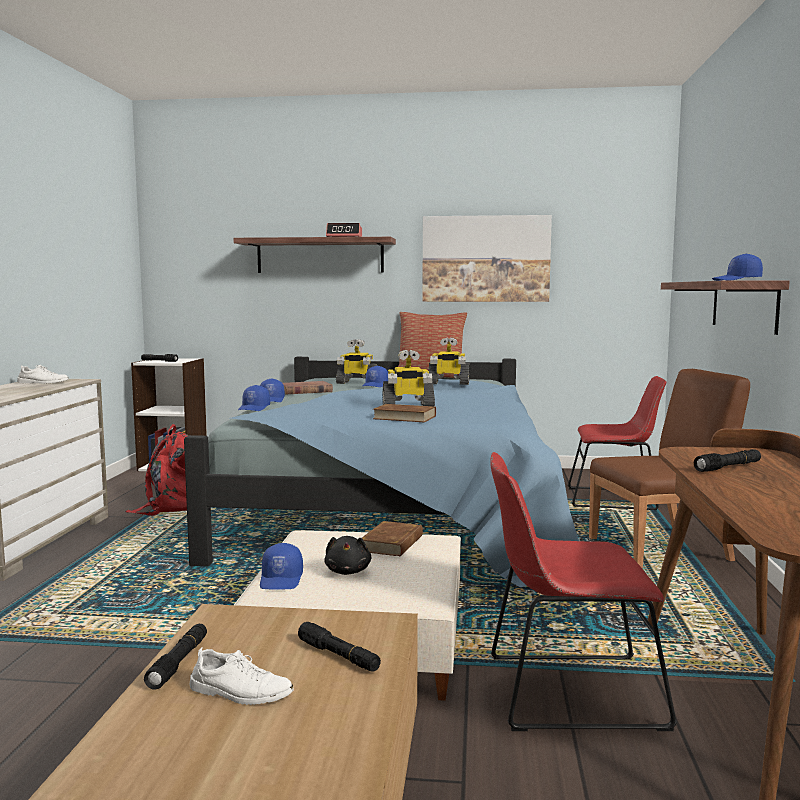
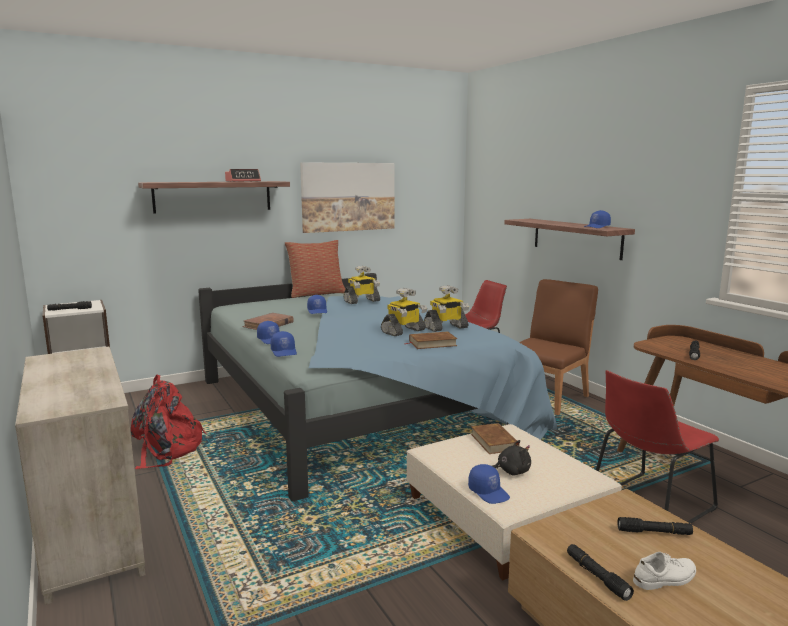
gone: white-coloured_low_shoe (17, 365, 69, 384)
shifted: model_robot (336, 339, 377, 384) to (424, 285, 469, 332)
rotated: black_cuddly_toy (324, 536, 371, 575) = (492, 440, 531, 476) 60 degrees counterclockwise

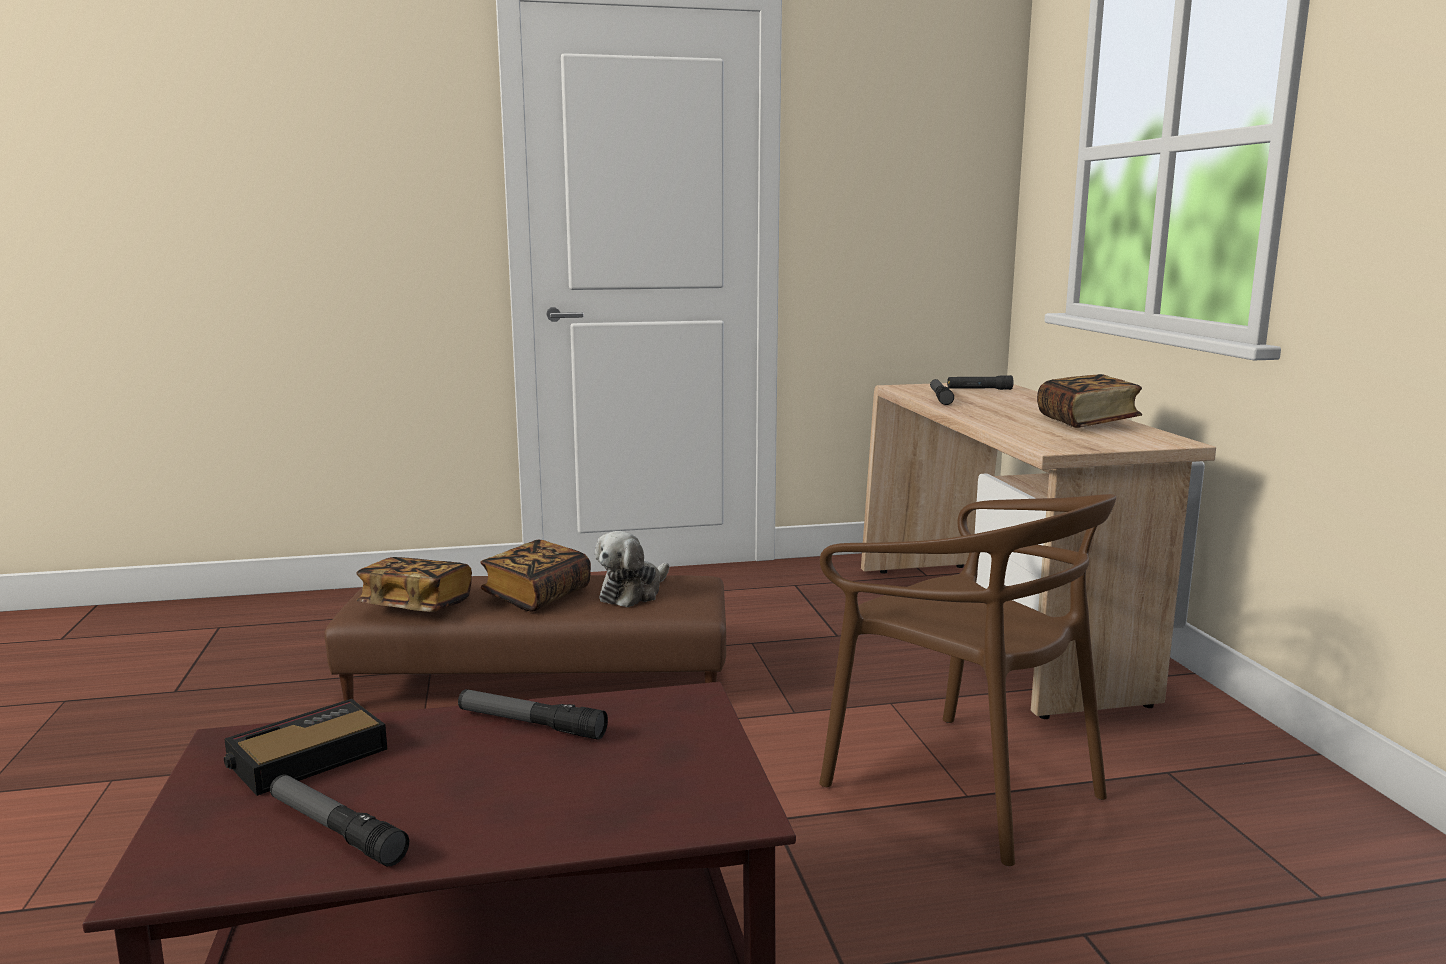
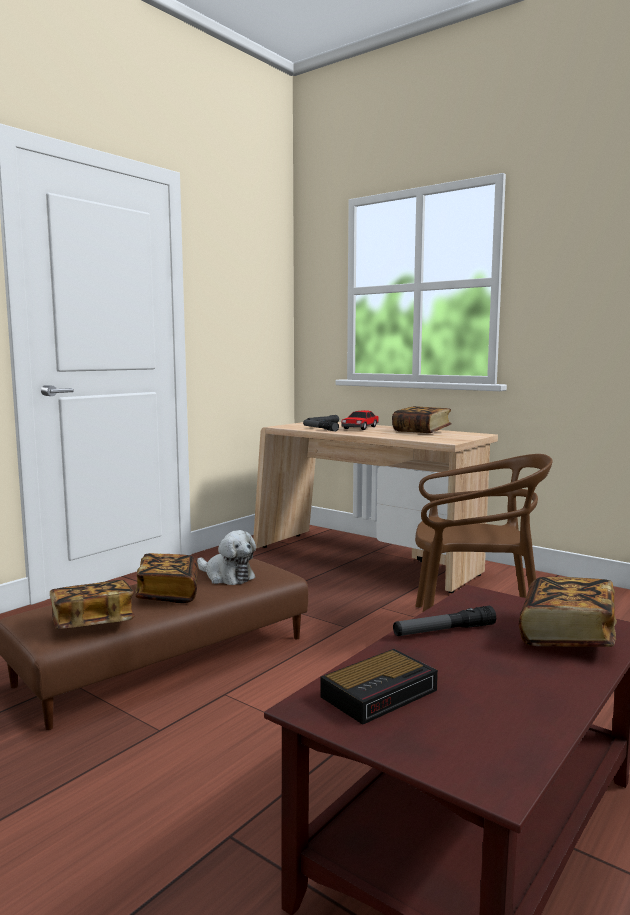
gone: hand_torch (270, 775, 409, 866)
new: model_car (341, 410, 379, 430); volume (519, 577, 617, 647)
rotated: cuddly_toy (595, 531, 669, 607) = (197, 530, 256, 585) 45 degrees counterclockwise; alarm_clock (224, 699, 387, 796) = (321, 649, 438, 725) 135 degrees counterclockwise

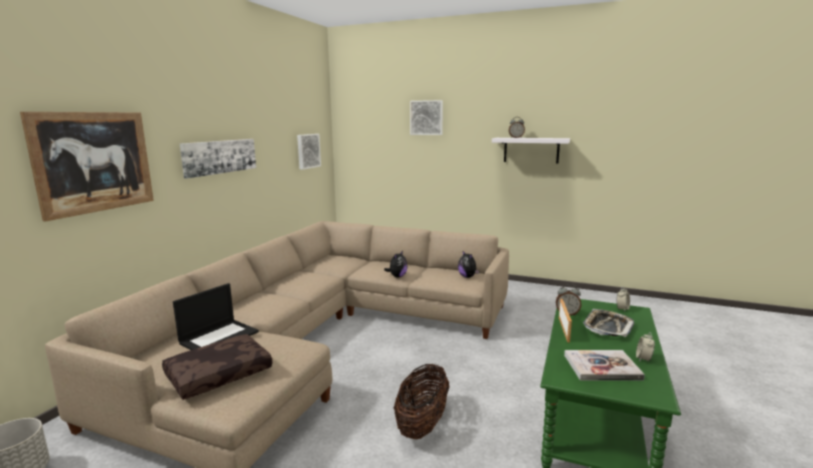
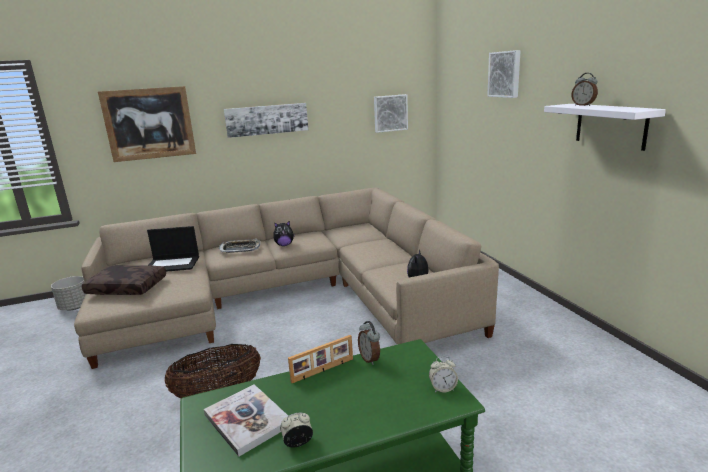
shifted: cuddly_toy (384, 251, 407, 277) to (273, 221, 295, 246); tray (583, 309, 634, 337) to (218, 239, 261, 253)

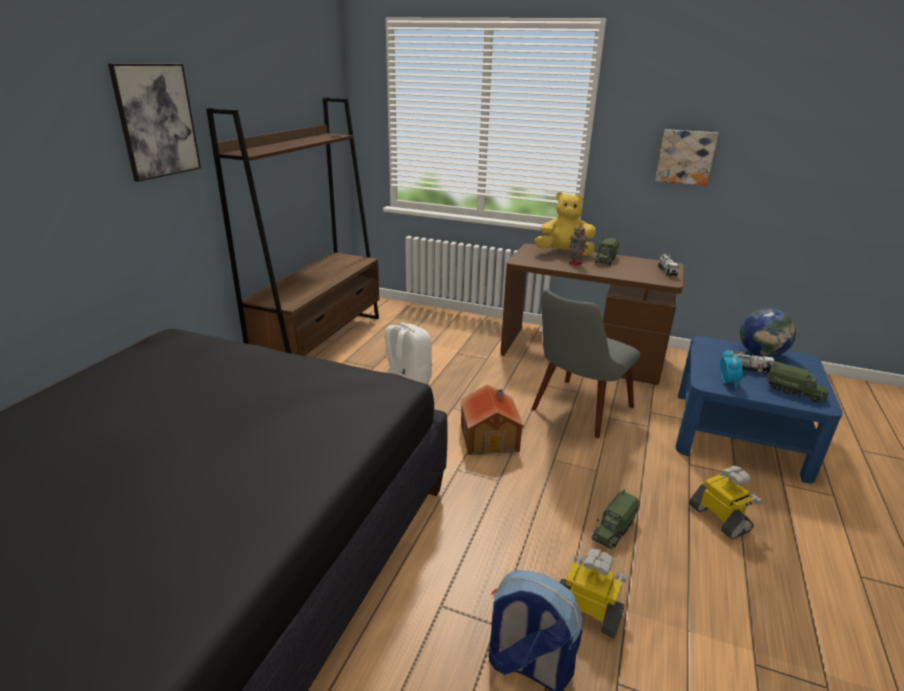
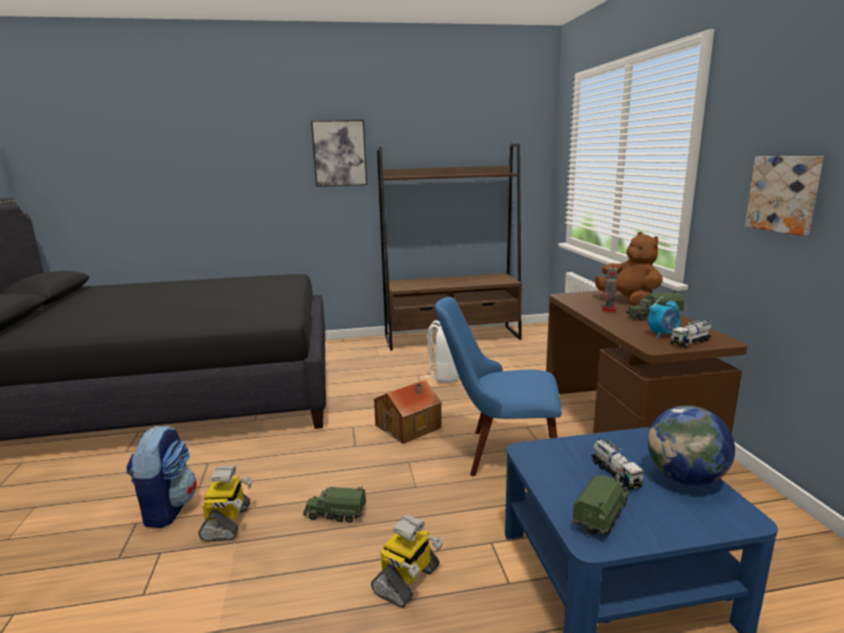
shifted: alarm_clock (720, 350, 743, 388) to (648, 297, 680, 338)
repainted: yellow-coloured_cuddly_toy (535, 192, 596, 256) to brown-coloured_cuddly_toy (595, 232, 663, 306); greyish_plain_chair (532, 290, 640, 438) to bluish_plain_chair (435, 297, 561, 476)
rotated: toy_lorry (766, 361, 828, 402) = (572, 475, 629, 536) 150 degrees counterclockwise

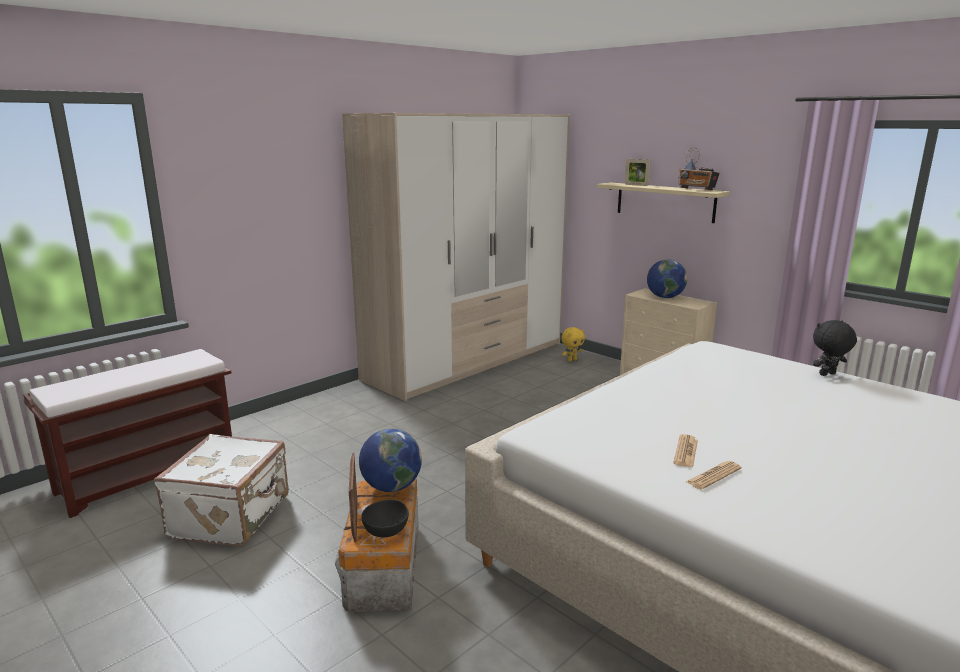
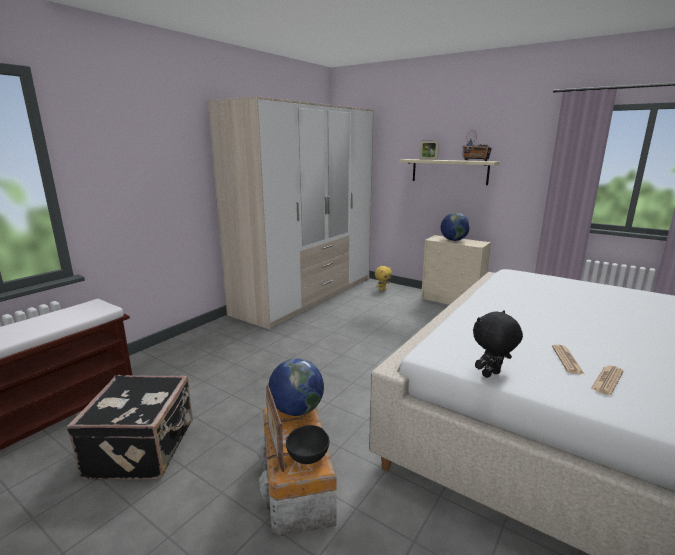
shifted: black_cuddly_toy (813, 320, 857, 376) to (473, 310, 523, 378)
repainted: white-coloured_travel_case (154, 434, 289, 546) to black_travel_case (67, 375, 193, 480)

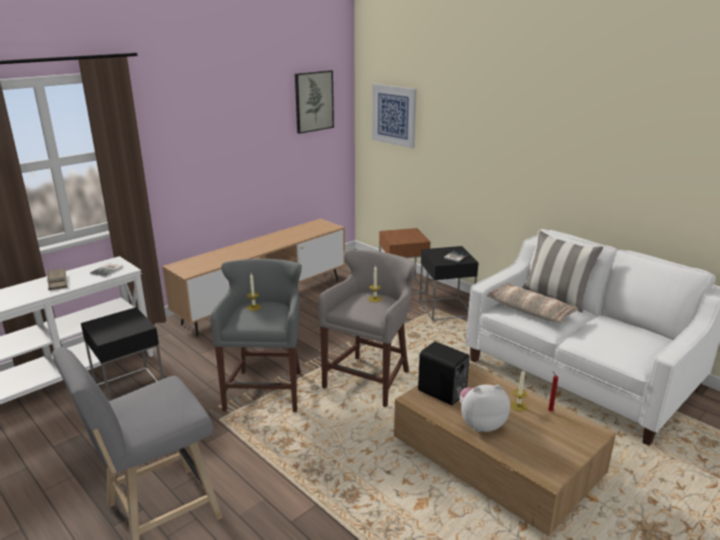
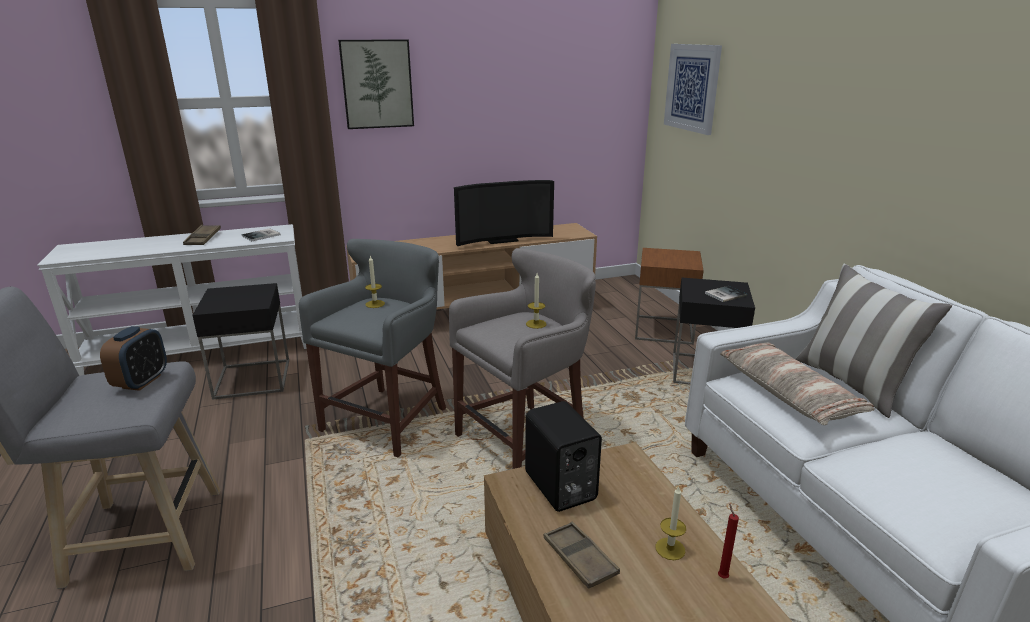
new: television (454, 180, 554, 246); alarm_clock (100, 326, 167, 391)
shifted: wall_art (295, 70, 334, 134) to (338, 39, 414, 129)
swapped: cuddly_toy (460, 384, 510, 432) to brown-coloured_tray (544, 522, 620, 589)

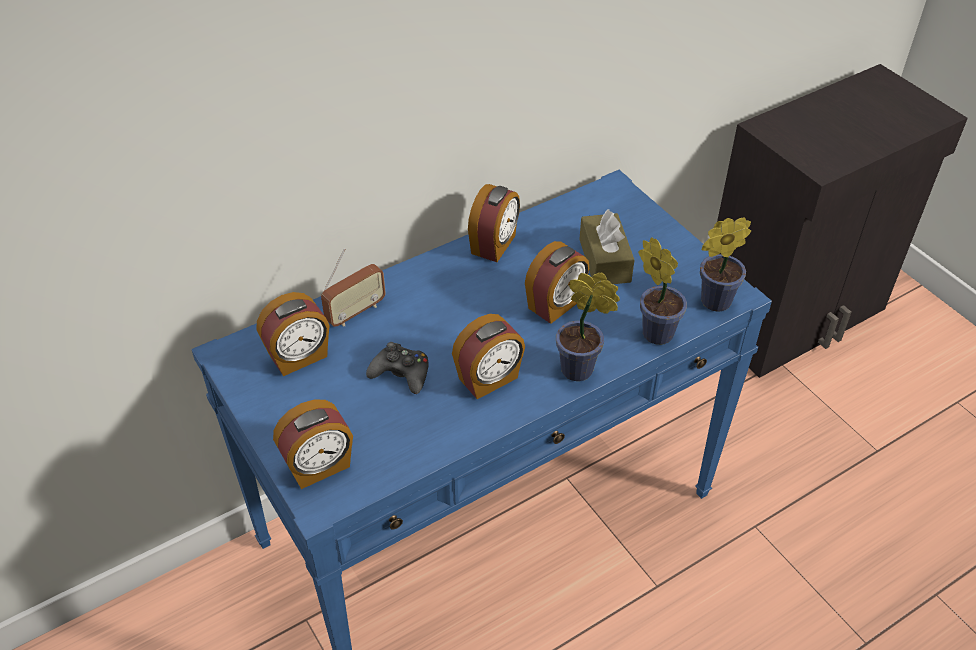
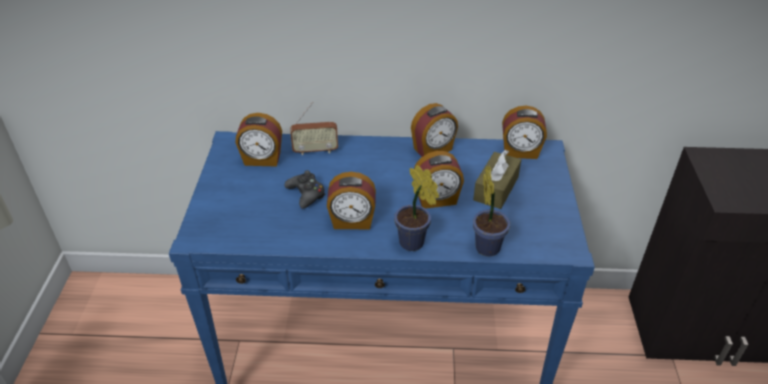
gone: potted_plant (700, 217, 751, 312)
shifted: alarm_clock (273, 399, 353, 489) to (502, 106, 547, 159)

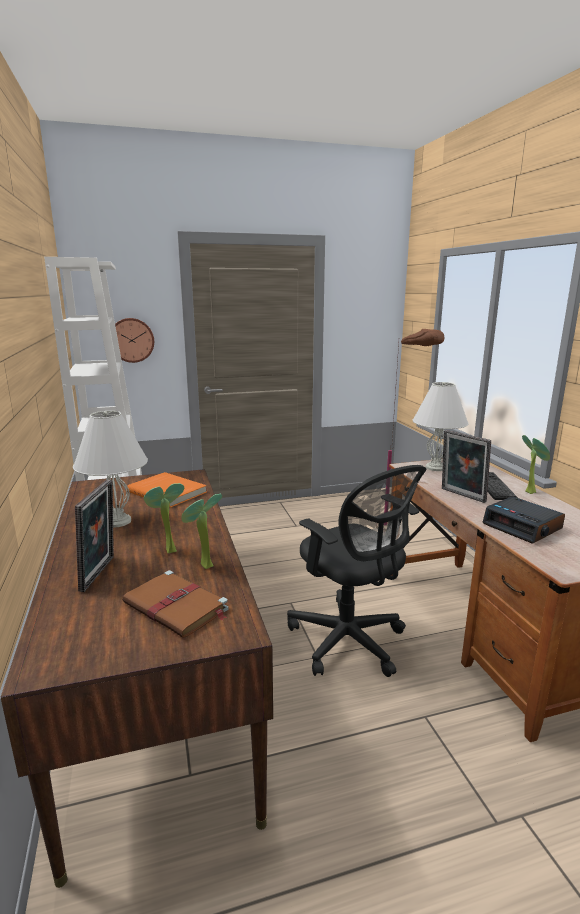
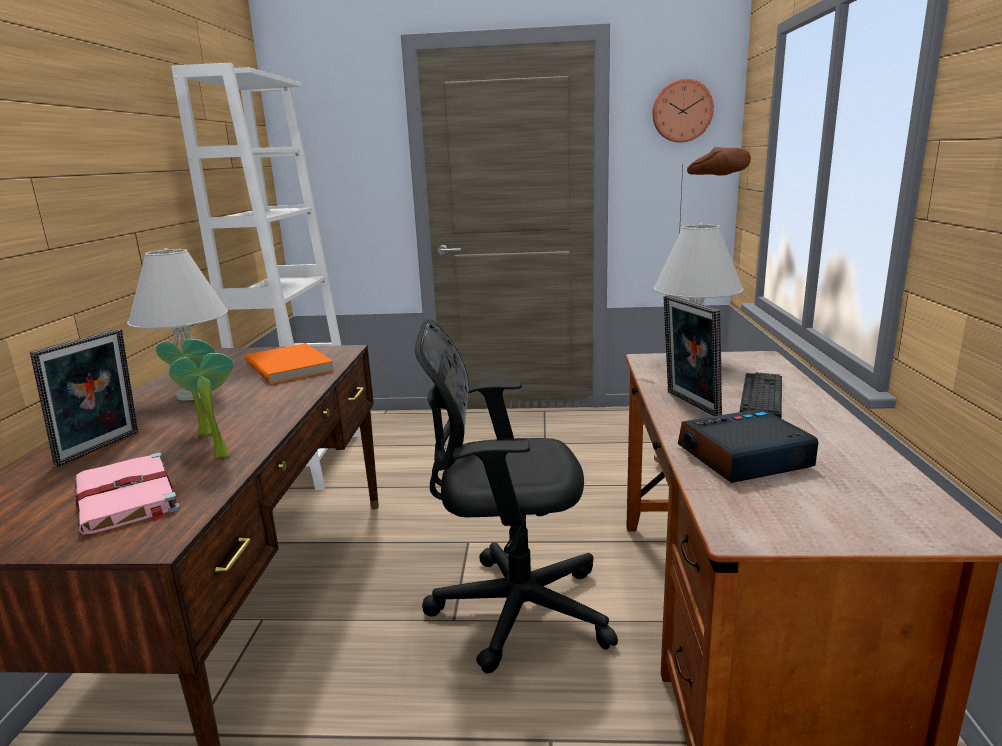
gone: potted_plant (522, 435, 550, 494)
shifted: clock_on_the_wall (115, 318, 154, 363) to (652, 79, 714, 142)
repainted: brown-coloured_volume (122, 570, 228, 638) to pink-coloured_volume (75, 452, 180, 535)
rotated: black_computer_chair (287, 465, 426, 677) = (415, 319, 618, 673) 105 degrees clockwise; alarm_clock (483, 496, 565, 544) = (678, 408, 818, 483) 90 degrees clockwise

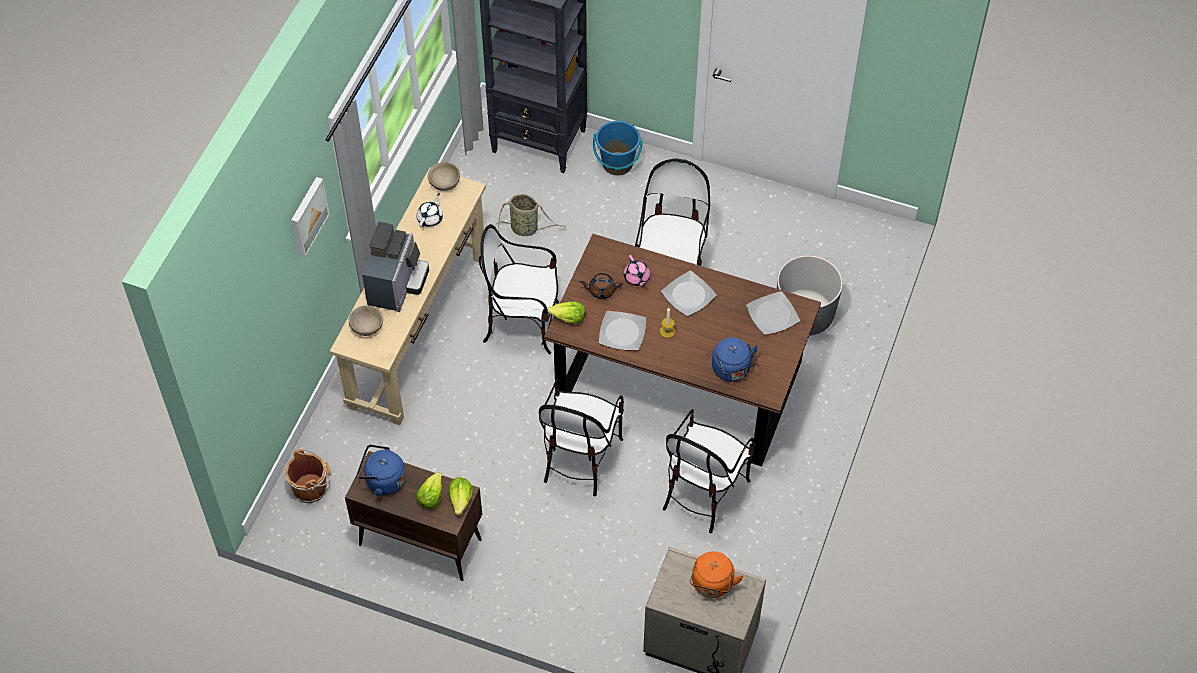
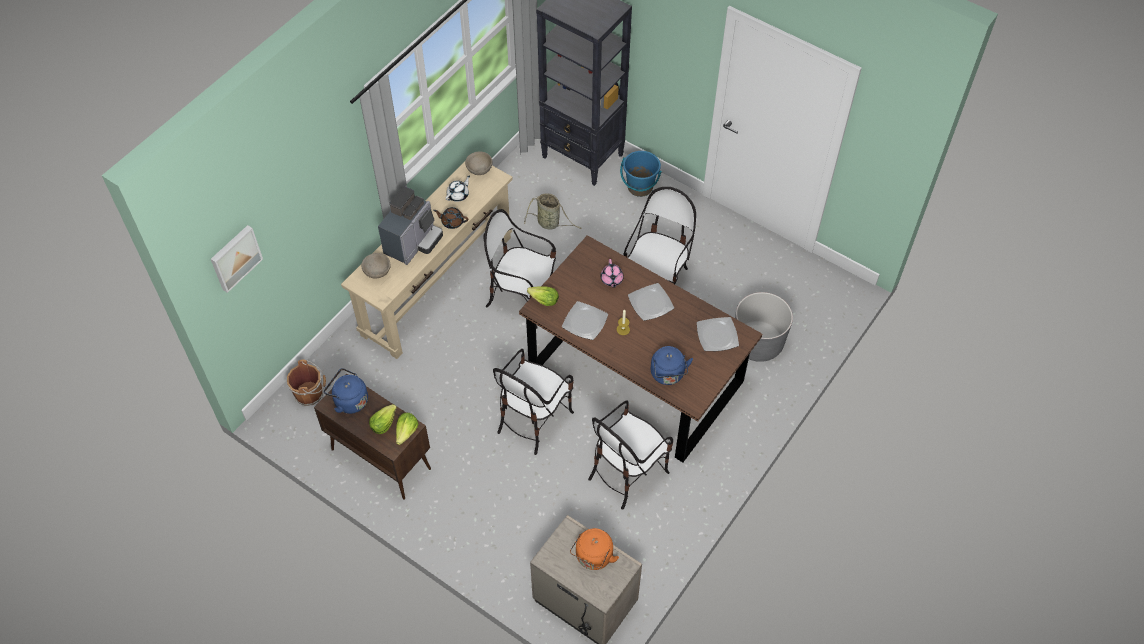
shifted: wall_art (291, 177, 330, 257) to (211, 225, 263, 293); brown-coloured_pot_for_tea (579, 273, 622, 299) to (433, 207, 468, 229)

